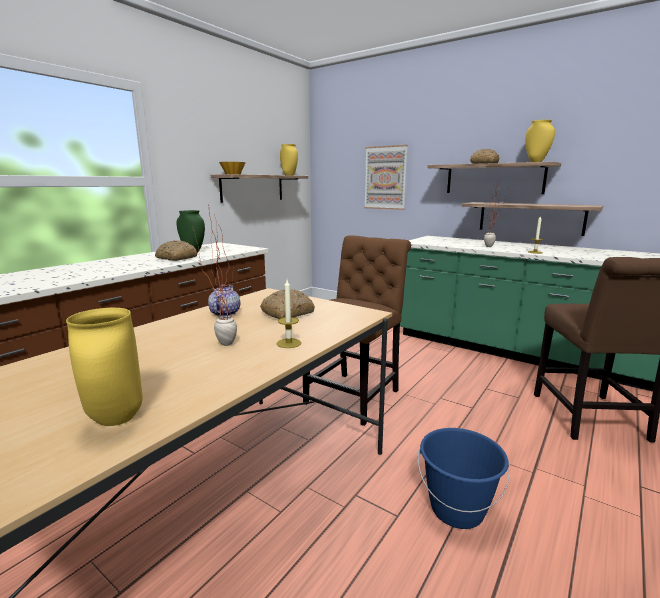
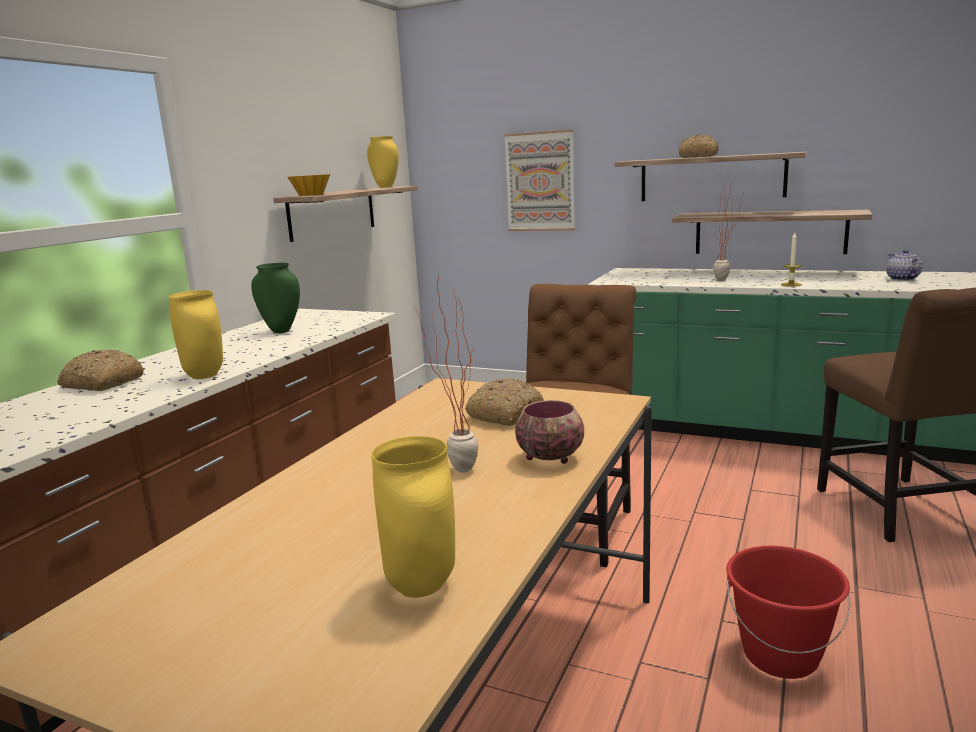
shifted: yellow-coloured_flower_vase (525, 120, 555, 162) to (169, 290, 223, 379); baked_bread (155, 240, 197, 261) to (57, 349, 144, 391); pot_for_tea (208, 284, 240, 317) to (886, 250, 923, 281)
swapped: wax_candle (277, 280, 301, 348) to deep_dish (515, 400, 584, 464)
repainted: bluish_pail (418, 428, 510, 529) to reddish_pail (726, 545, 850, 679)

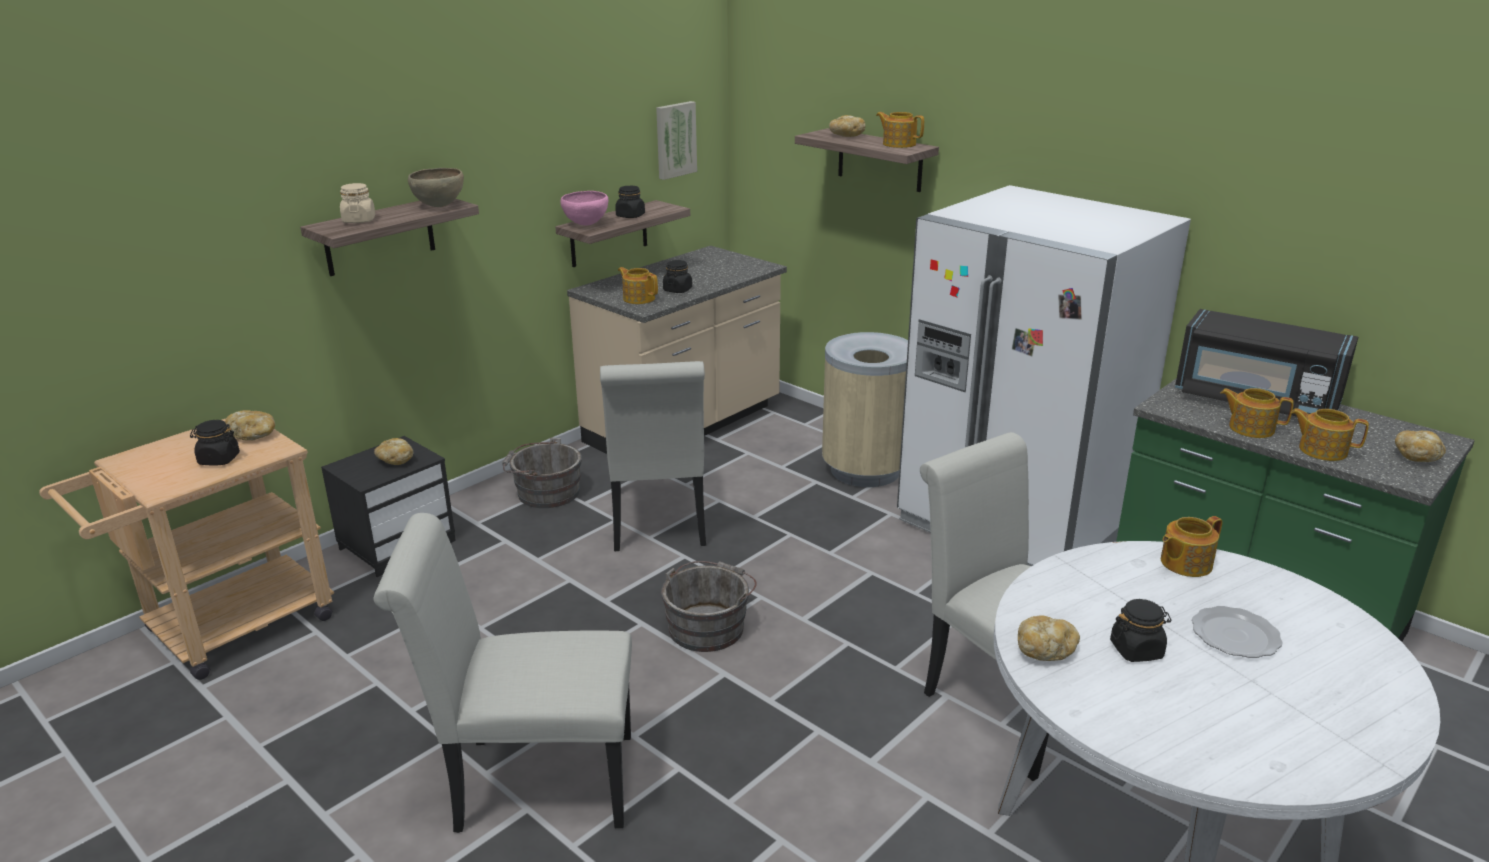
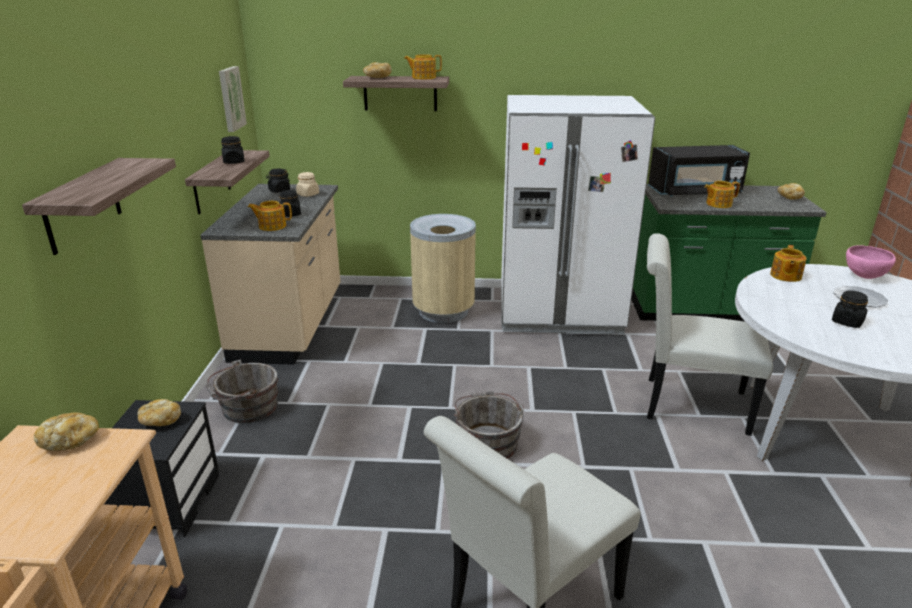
gone: brown-coloured_deep_dish (408, 168, 464, 207); white-coloured_plain_chair (600, 361, 706, 551); pot_for_tea (1291, 408, 1369, 461); baked_bread (1018, 615, 1080, 661)
shifted: beige_preserve_jar (340, 183, 375, 223) to (296, 172, 319, 197); pink-coloured_deep_dish (561, 191, 608, 226) to (846, 245, 896, 279); black_preserve_jar (190, 420, 240, 466) to (266, 169, 290, 193)

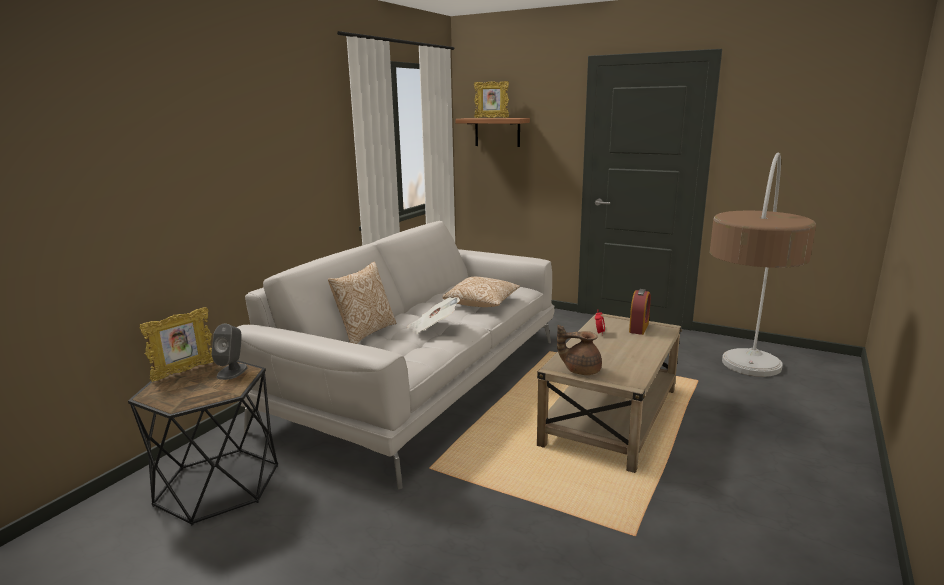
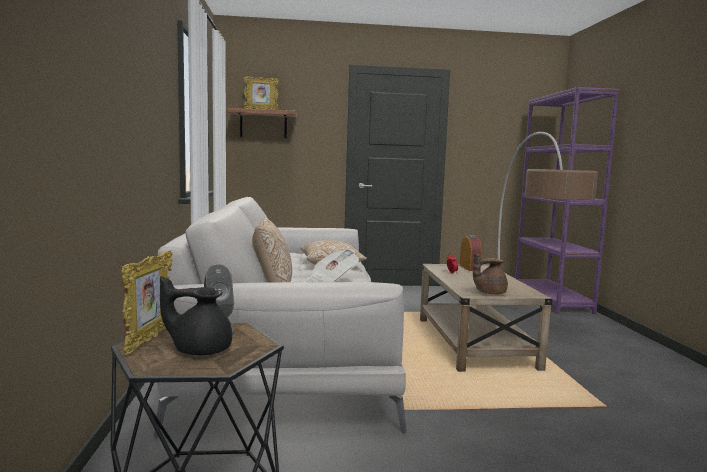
new: purple_bookshelf (515, 87, 620, 314); black_pot_for_tea (160, 276, 232, 355)

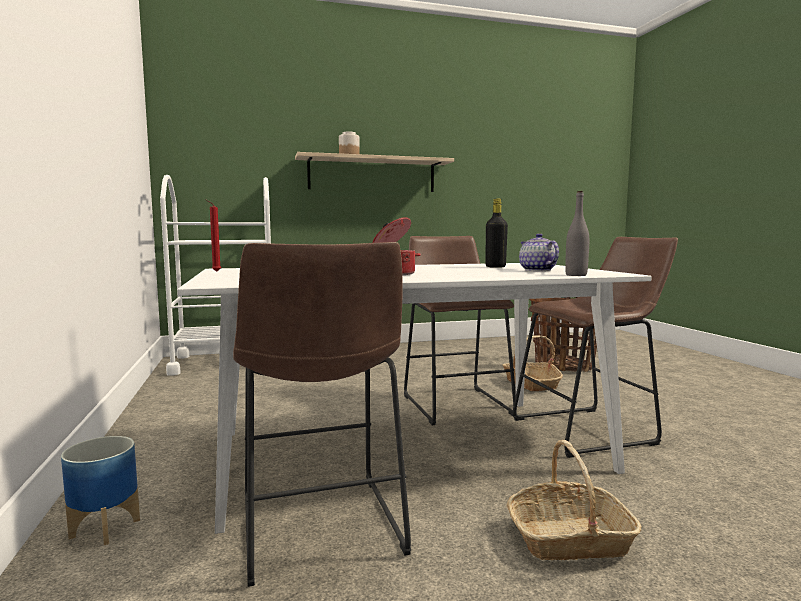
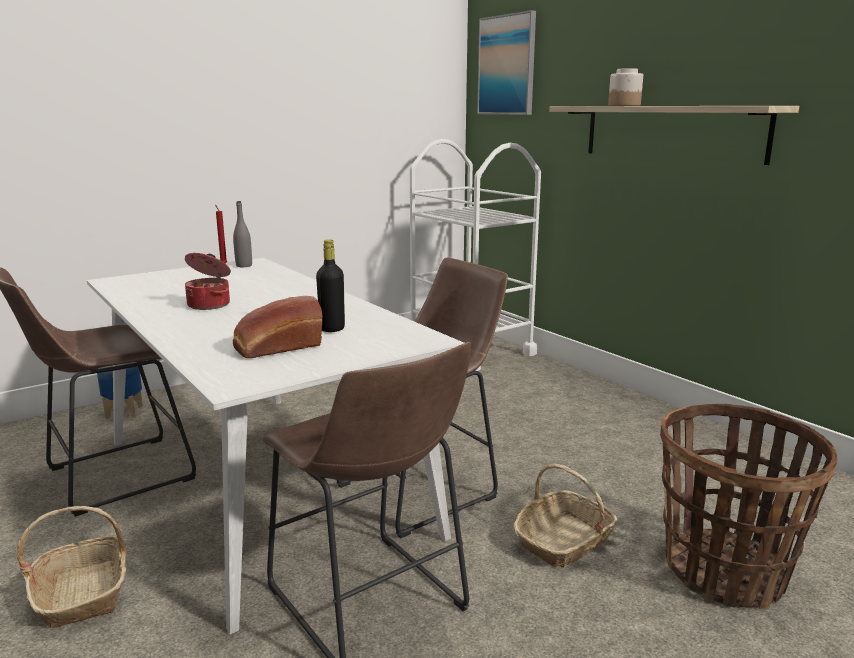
new: wall_art (477, 10, 536, 115)
shifted: greyish_drink_bottle (565, 191, 589, 276) to (233, 201, 252, 267)
swapped: pot_for_tea (519, 233, 559, 271) to baked_bread (233, 296, 322, 358)

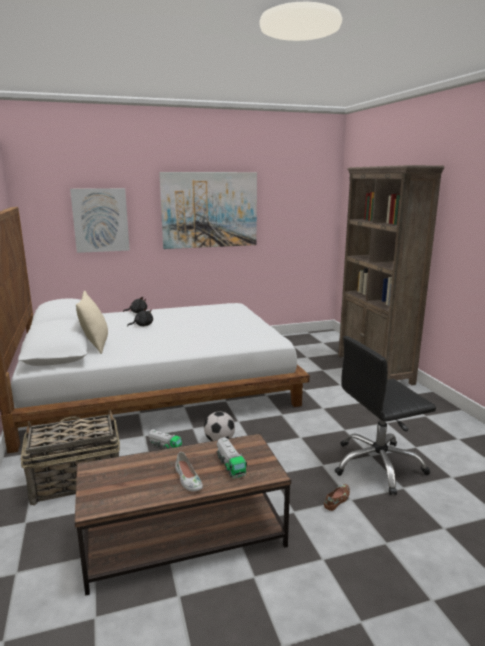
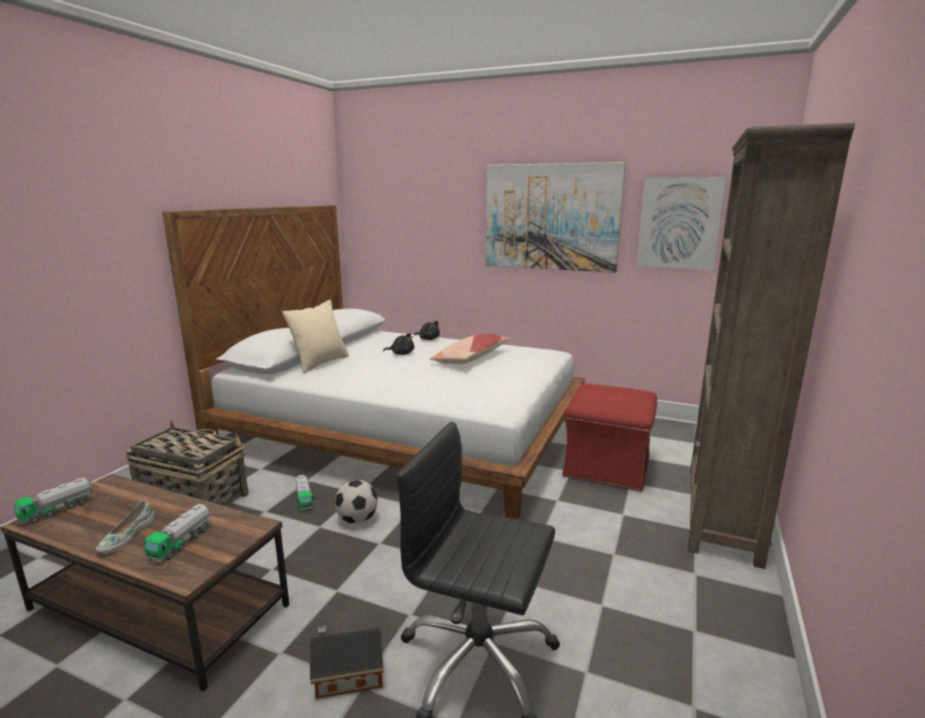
new: cushion (430, 334, 510, 364); reddish_ottoman (562, 383, 657, 492); toy_lorry (14, 478, 93, 524)
shifted: wall_art (70, 188, 130, 253) to (637, 177, 726, 270)
swapped: brown-coloured_low_shoe (324, 484, 350, 511) to toy_house (310, 626, 383, 699)

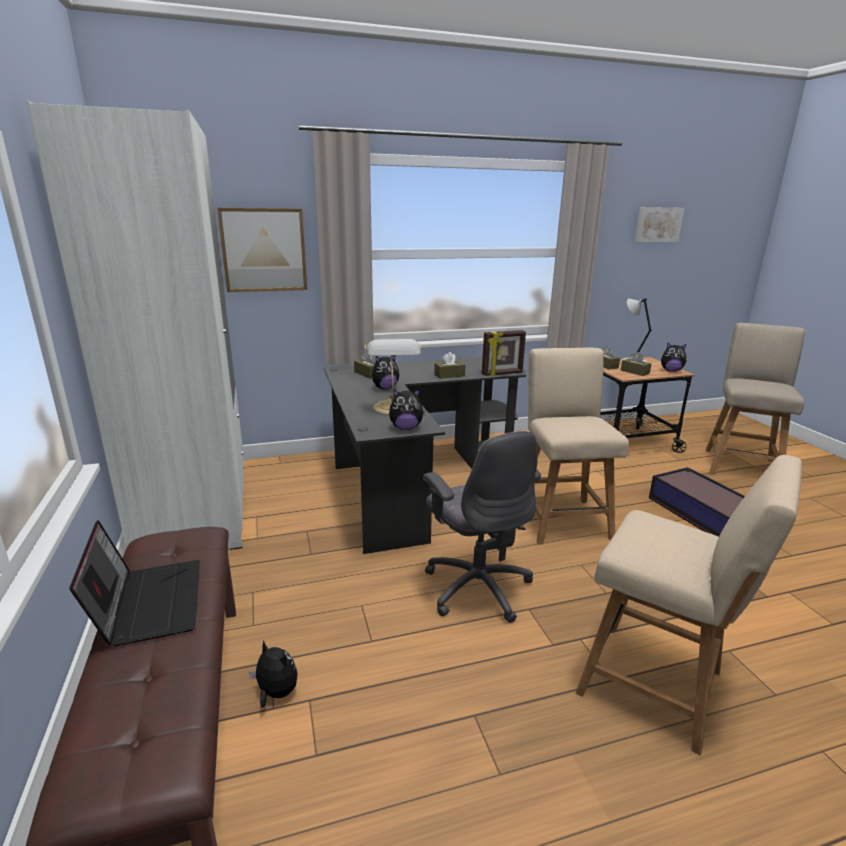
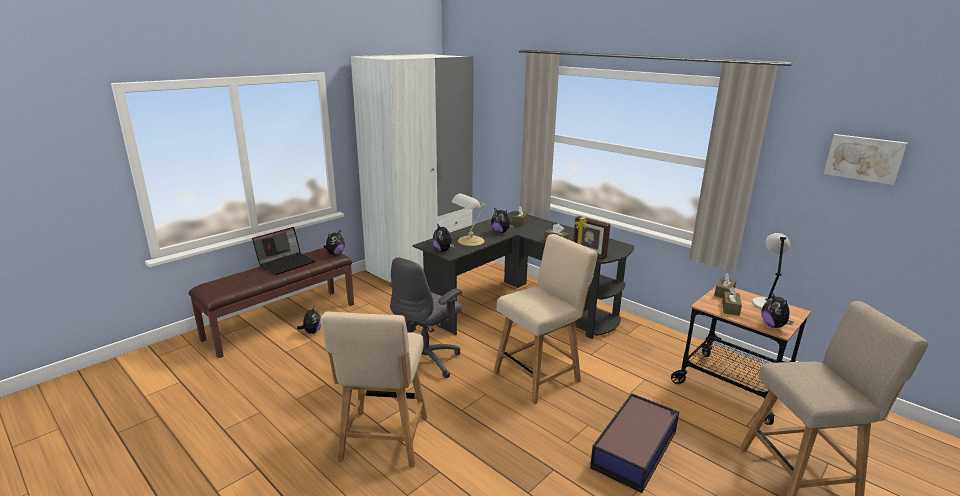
gone: wall_art (217, 208, 307, 292)
new: cuddly_toy (324, 230, 345, 255)

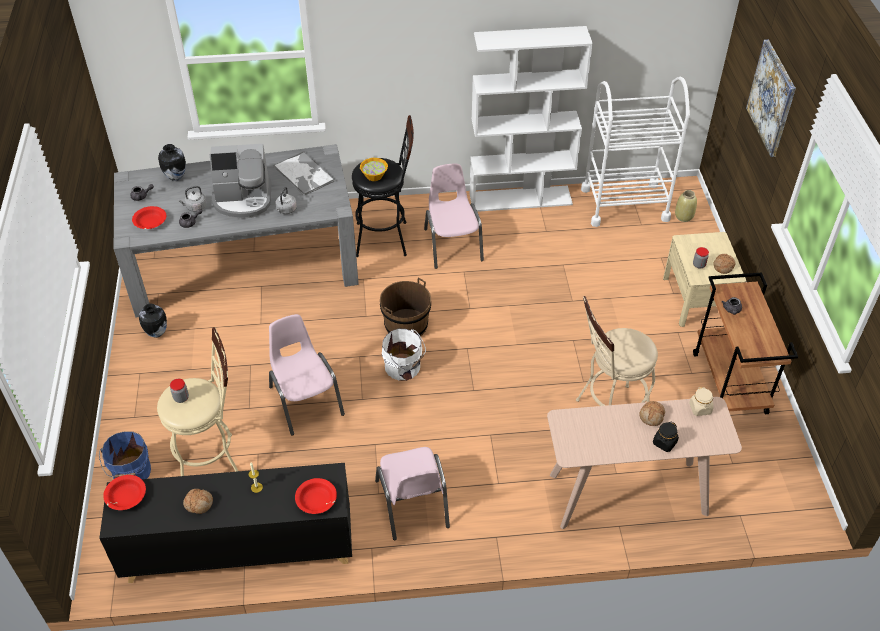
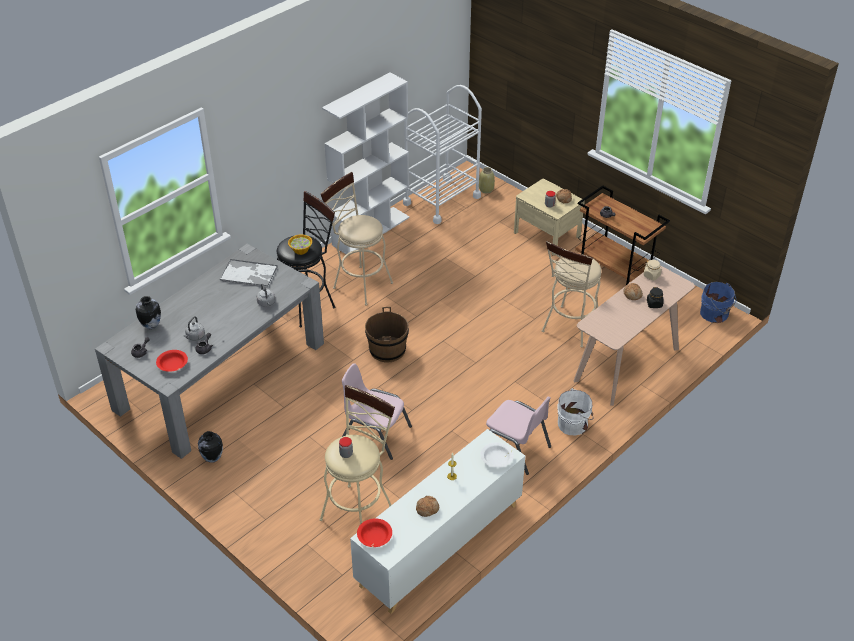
gone: wall_art (746, 40, 796, 157); coffee_brewer (210, 144, 271, 219)
shifted: white-coloured_pail (382, 329, 426, 381) to (557, 388, 594, 435); bluish_pail (99, 431, 151, 479) to (700, 282, 736, 323)
swapped: pink-coloured_plain_chair (424, 164, 484, 269) to beige_sitting_stool (321, 172, 393, 306)
repainted: black_cupboard (99, 463, 352, 583) to white-coloured_cupboard (350, 429, 525, 614); reddish_deep_dish (295, 478, 337, 514) to white-coloured_deep_dish (480, 442, 514, 468)

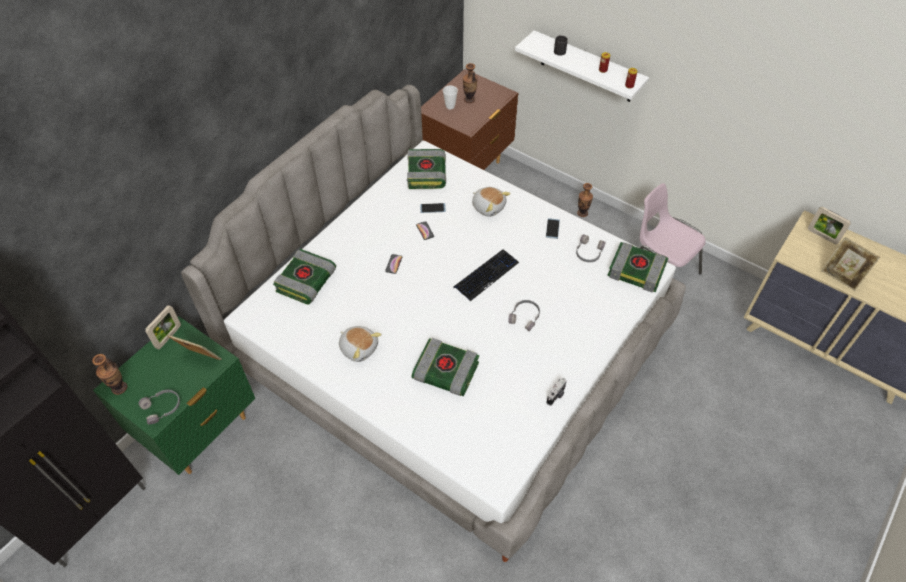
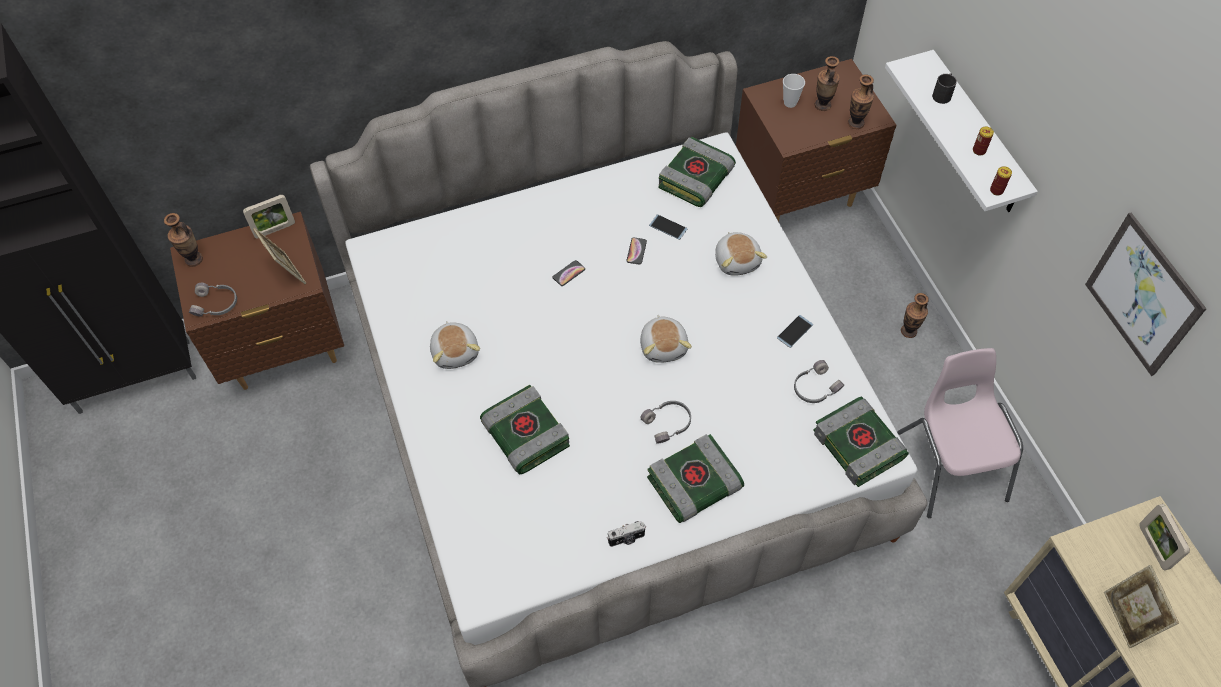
new: flower_vase (848, 74, 874, 129); wall_art (1085, 213, 1207, 376)
shifted: volume (273, 249, 336, 304) to (647, 434, 744, 523)
swapped: computer_keyboard (453, 249, 519, 301) to cuddly_toy (640, 315, 692, 363)
repainted: greenish_nightstand (93, 316, 255, 475) to brown-coloured_nightstand (170, 212, 344, 390)

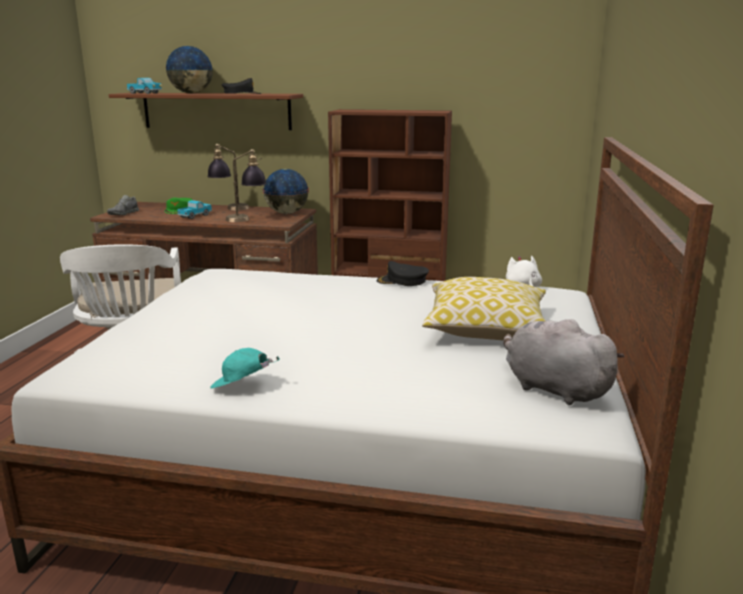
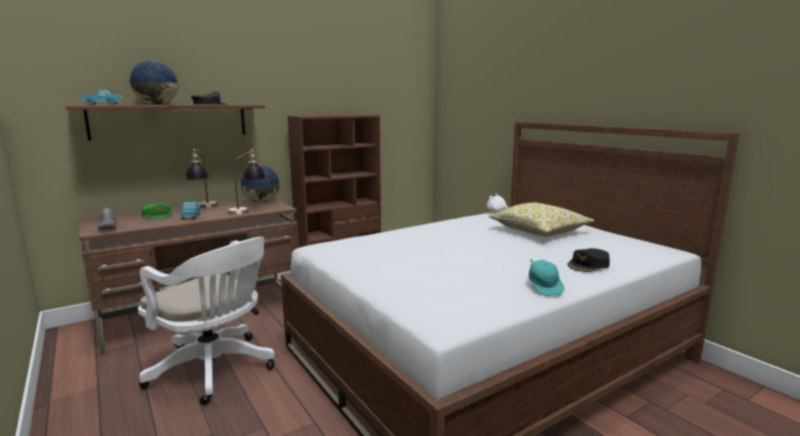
gone: greyish_cuddly_toy (503, 319, 624, 405)
shifted: black_baseball_cap (377, 261, 429, 286) to (568, 248, 610, 272)
rotated: blue-green_baseball_cap (210, 348, 280, 388) = (529, 259, 564, 296) 60 degrees counterclockwise

